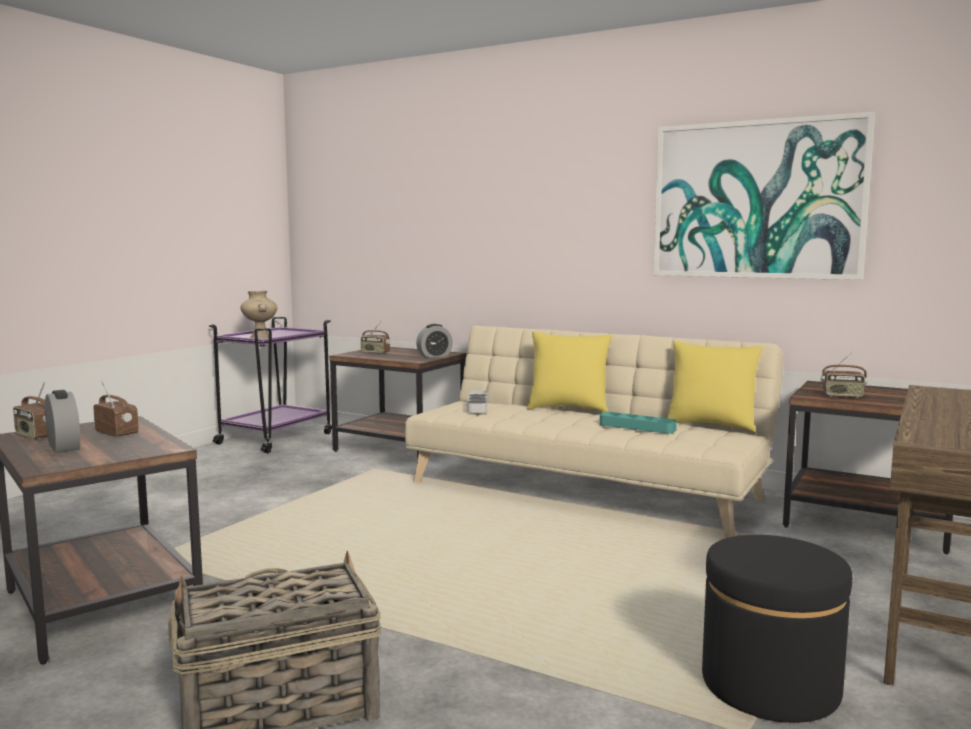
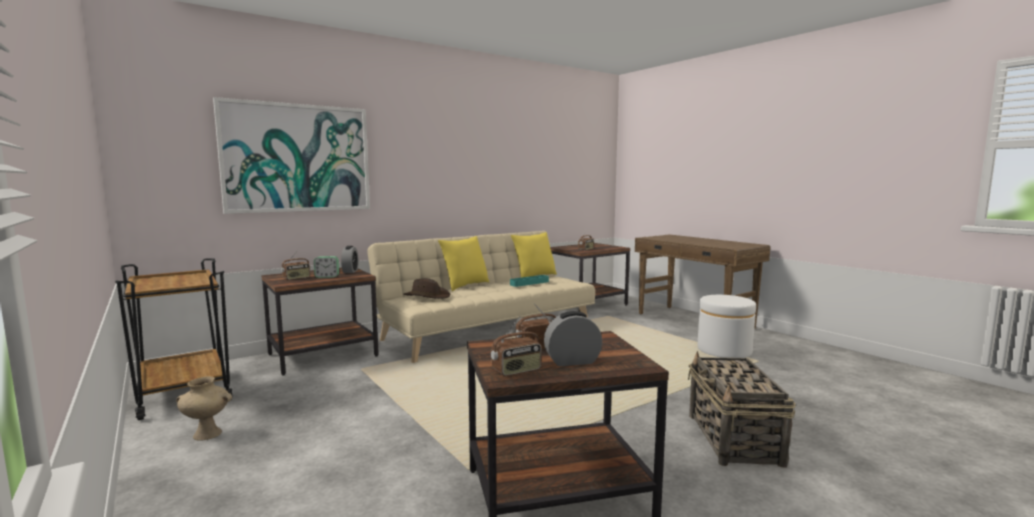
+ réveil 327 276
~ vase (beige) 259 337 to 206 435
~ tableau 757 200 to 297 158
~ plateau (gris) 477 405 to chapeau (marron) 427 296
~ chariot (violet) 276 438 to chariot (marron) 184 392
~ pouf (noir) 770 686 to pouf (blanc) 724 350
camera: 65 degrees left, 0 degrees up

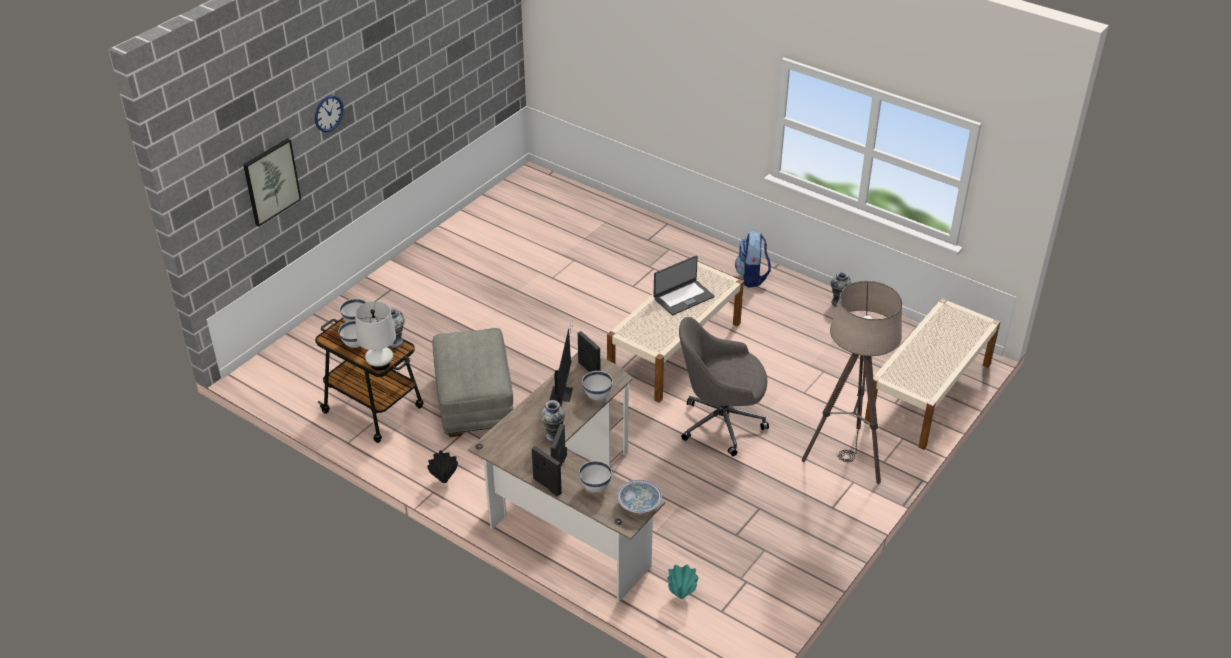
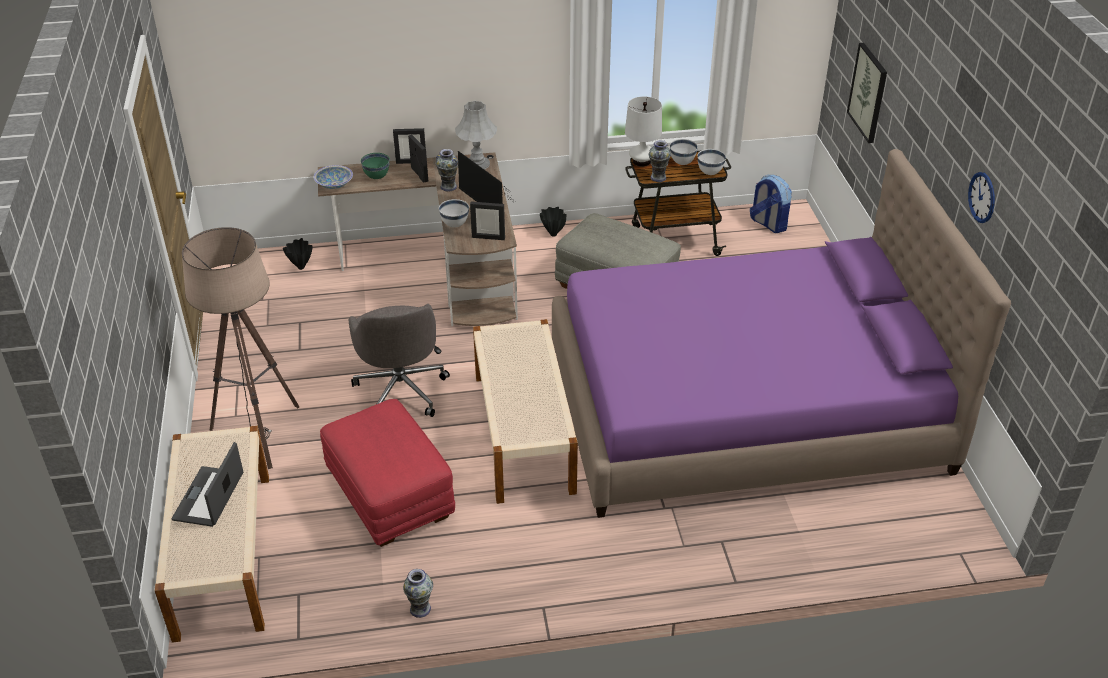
+ pouf (rouge) 391 495
+ lampe de table (gris) 477 164
+ lit (violet) 745 408
~ horloge murale 328 113 to 982 197
~ ordinateur portable 683 297 to 210 497
~ sac à dos 752 277 to 768 224
~ bol (blanc) 595 488 to bol (vert) 376 177
~ vase (turquoise) 682 595 to vase (noir) 301 268
~ chaise de bureau (gris) 720 424 = 401 392 120 degrees clockwise
camera: 135 degrees right, 0 degrees up

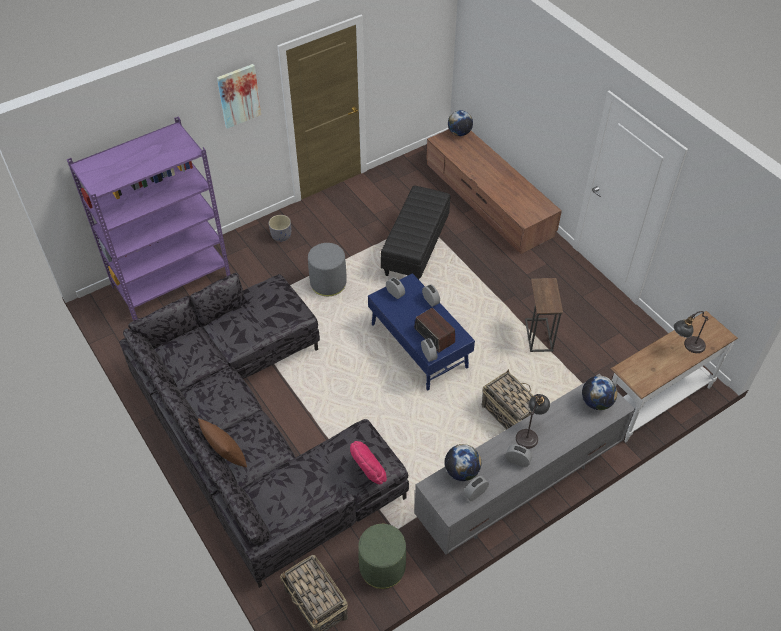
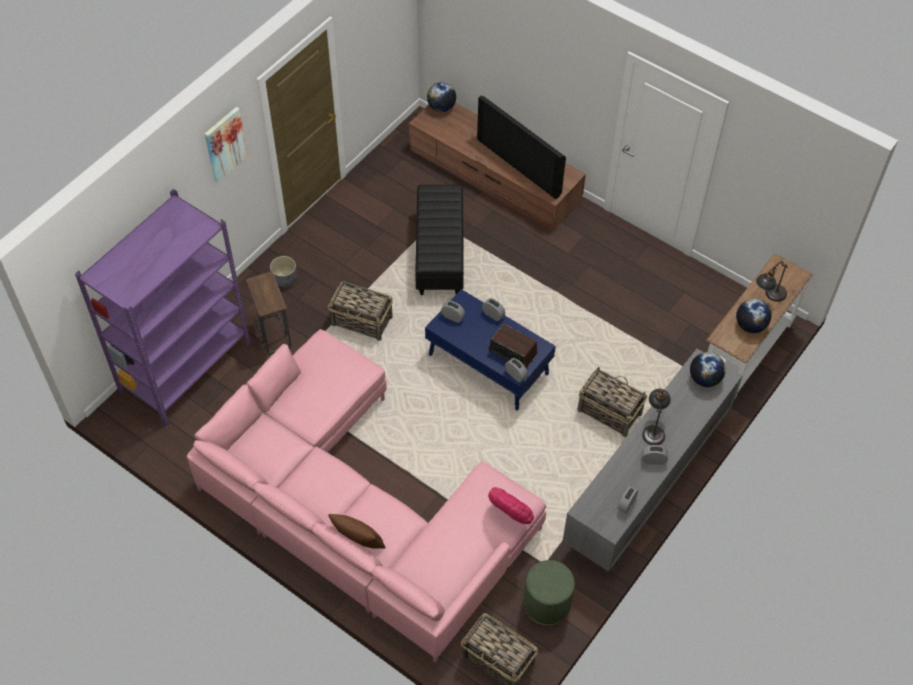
+ téléviseur 521 165
~ globe 461 471 to 750 325
~ table d'appoint (marron) 539 335 to 273 333
~ pouf (gris) 328 283 to panier 362 321
~ canapé (noir) 255 434 to canapé (rose) 359 511
camera: 20 degrees left, 5 degrees up

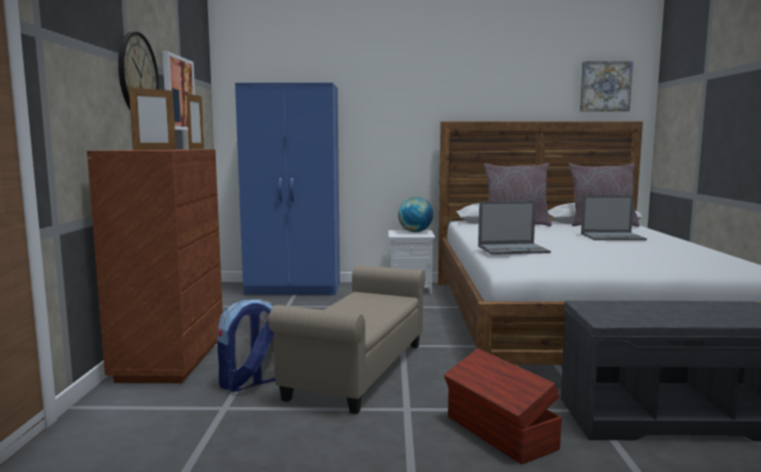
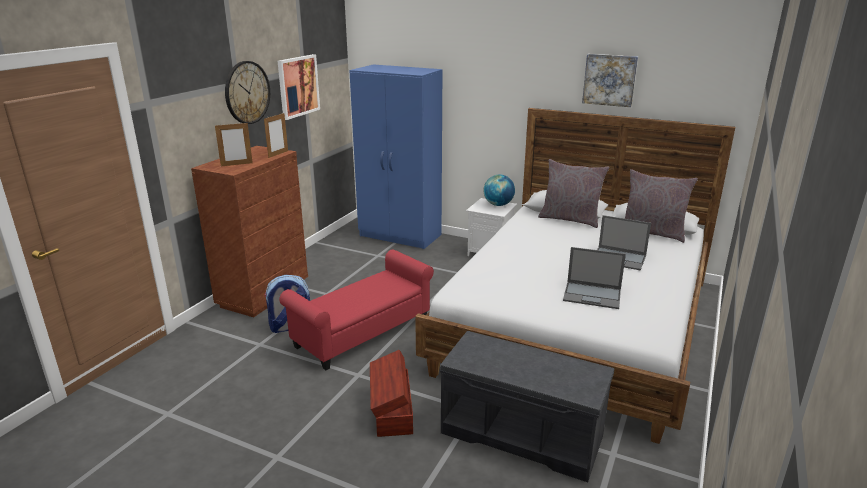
~ ordinateur portable 513 249 to 593 295
~ tableau 605 86 to 609 80
~ pouf (beige) 358 370 to pouf (rouge) 362 333
camera: 25 degrees right, 15 degrees up

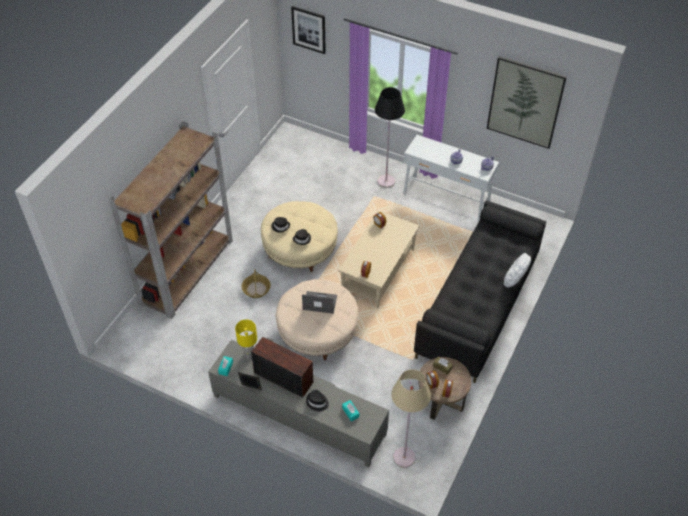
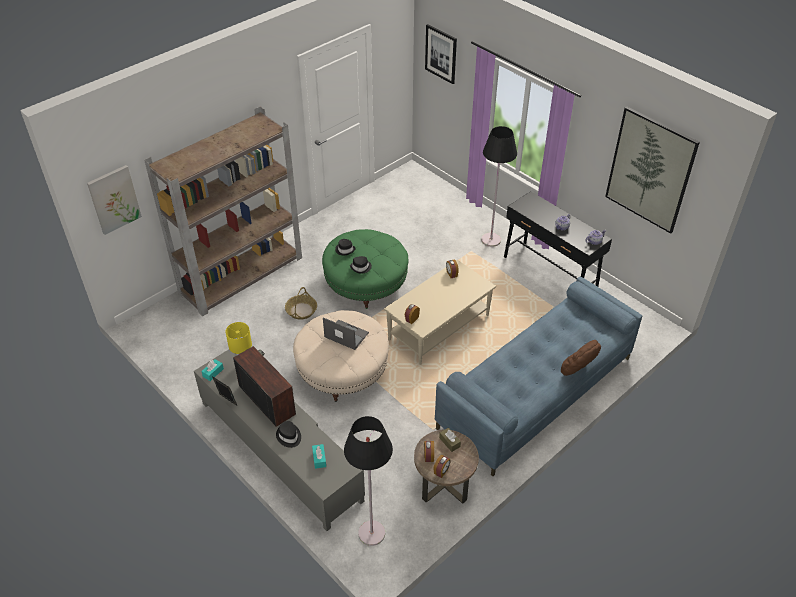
+ tableau 114 199
~ pouf (beige) 300 250 to pouf (vert) 366 284
~ lampadaire (beige) 404 457 to lampadaire (noir) 371 533
~ table console (blanc) 446 199 to table console (noir) 549 273
~ canapé (noir) 478 305 to canapé (bleu) 535 393
~ coussin (blanc) 515 281 to coussin (marron) 578 371
camera: 20 degrees right, 5 degrees down

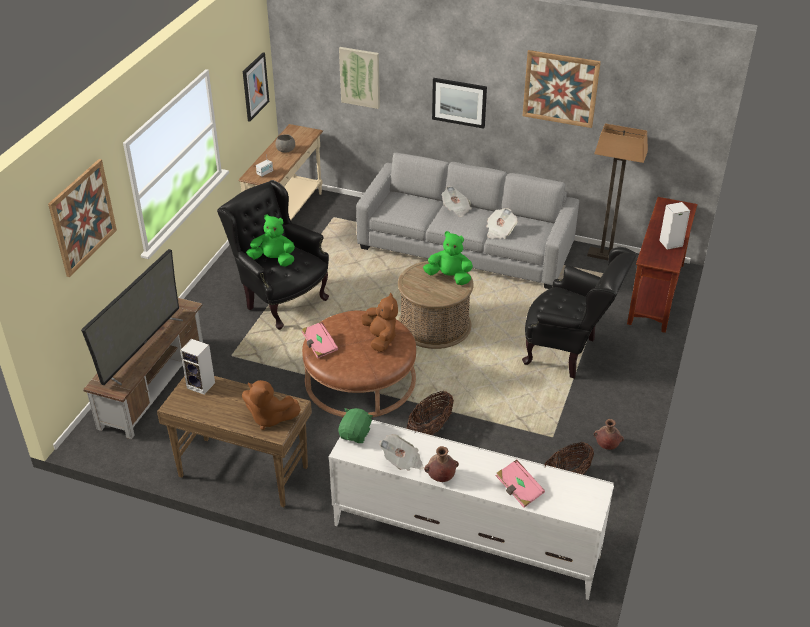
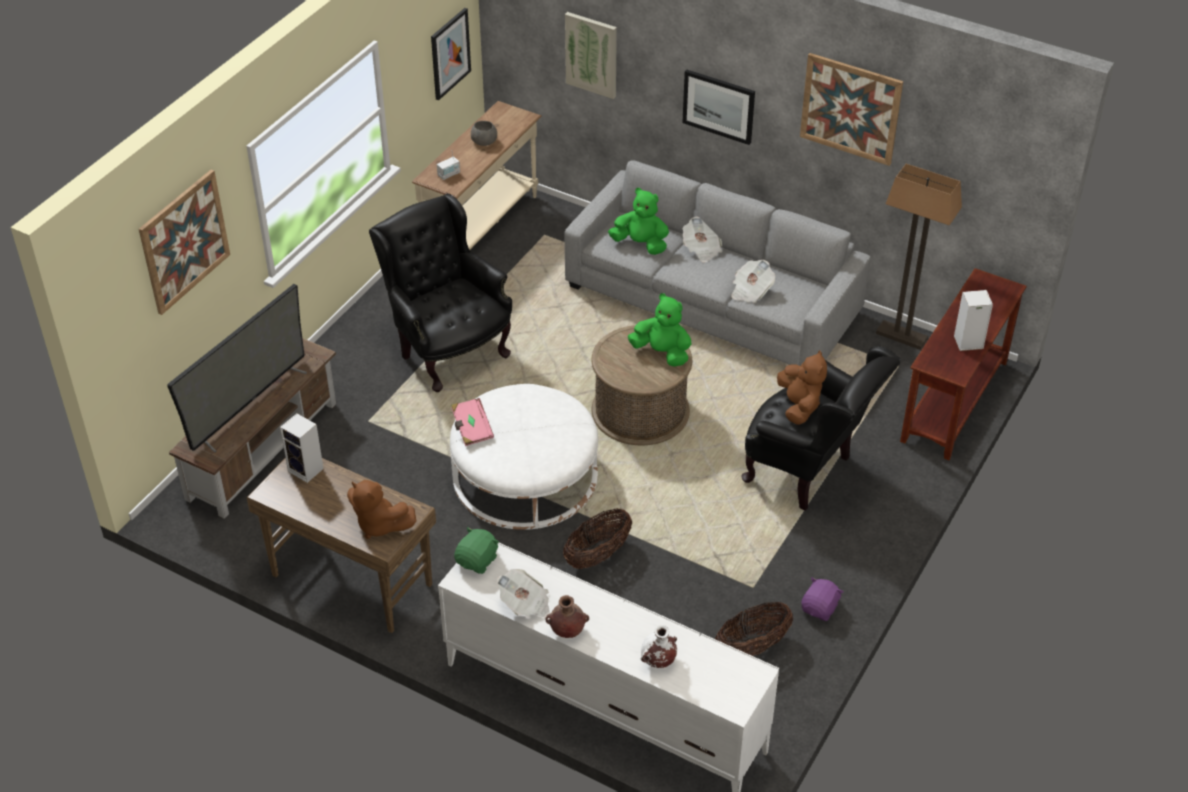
~ peluche (vert) 273 260 to 640 244
~ peluche (marron) 380 338 to 799 406
~ livre (rose) 519 490 to vase (blanc) 658 661
~ vase (marron) 606 445 to peluche (violet) 820 608
~ pouf (marron) 360 379 to pouf (blanc) 525 475
camera: 10 degrees right, 5 degrees up

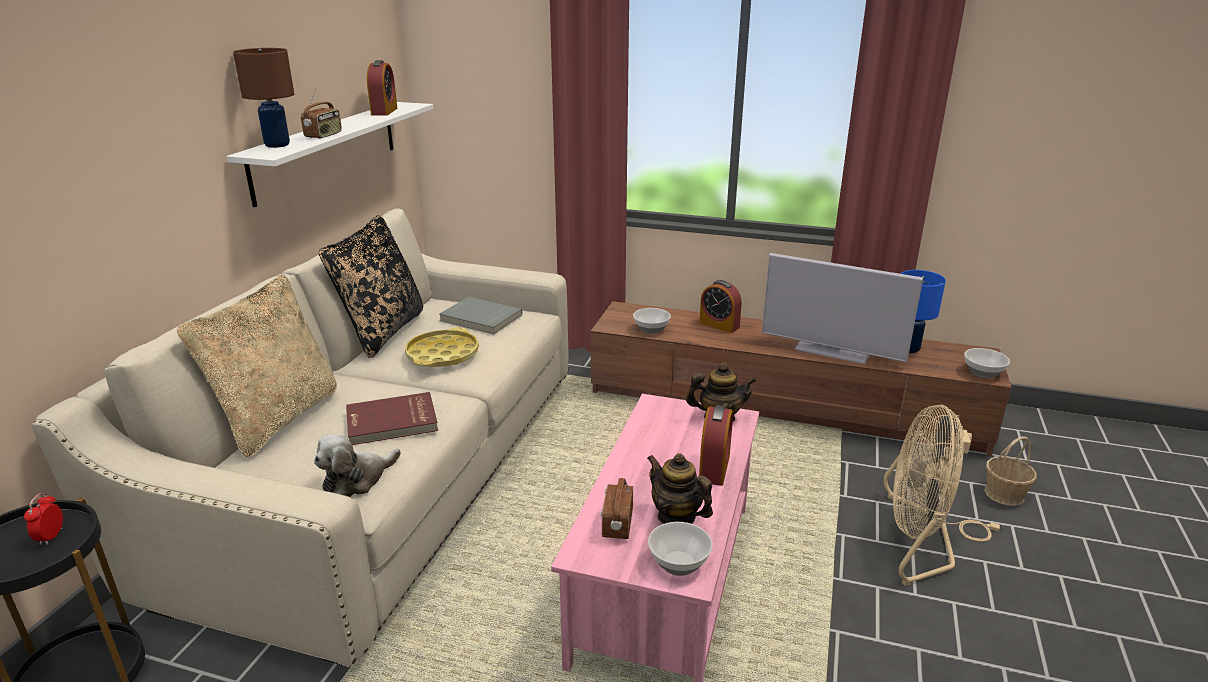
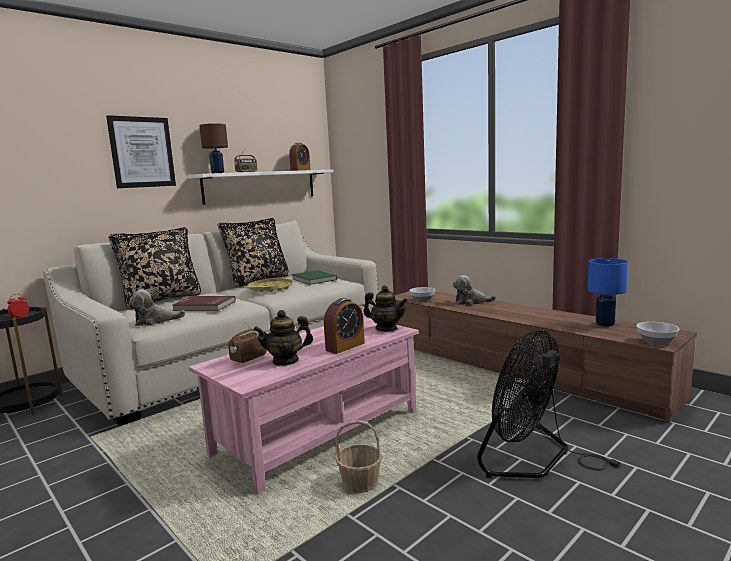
- bol 680 563
- téléviseur 832 351
+ tableau 142 152
~ panier 1004 494 to 360 483
~ réveil 719 325 to peluche 471 302
~ coussin (beige) 280 420 to coussin (noir) 163 301
~ livre (gris) 480 318 to livre (vert) 313 279
~ ventilateur (beige) 925 538 to ventilateur (noir) 539 456
~ théière 676 517 = 285 361 90 degrees counterclockwise
camera: 30 degrees right, 15 degrees down

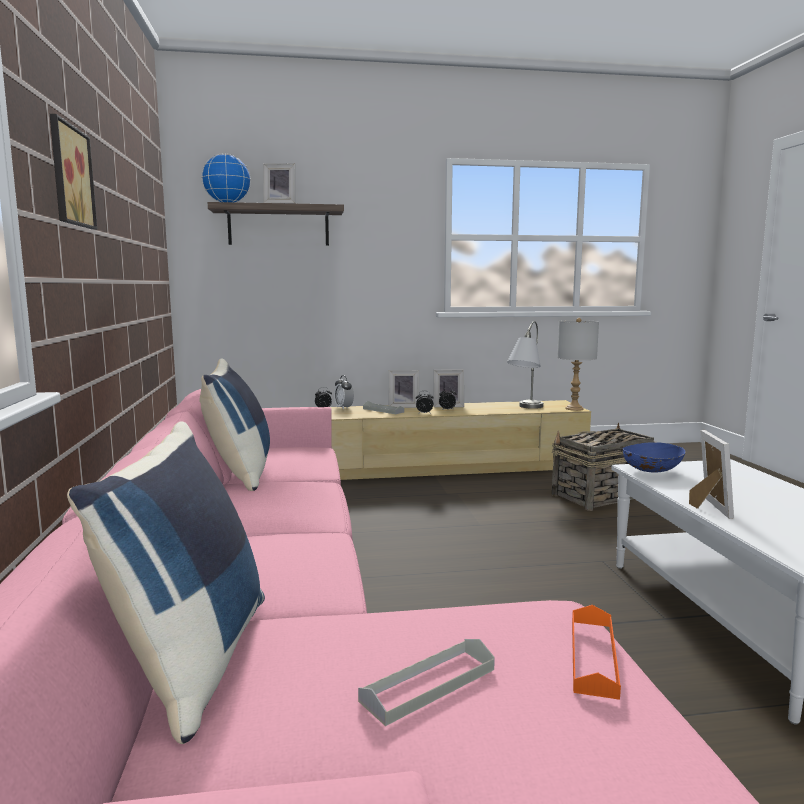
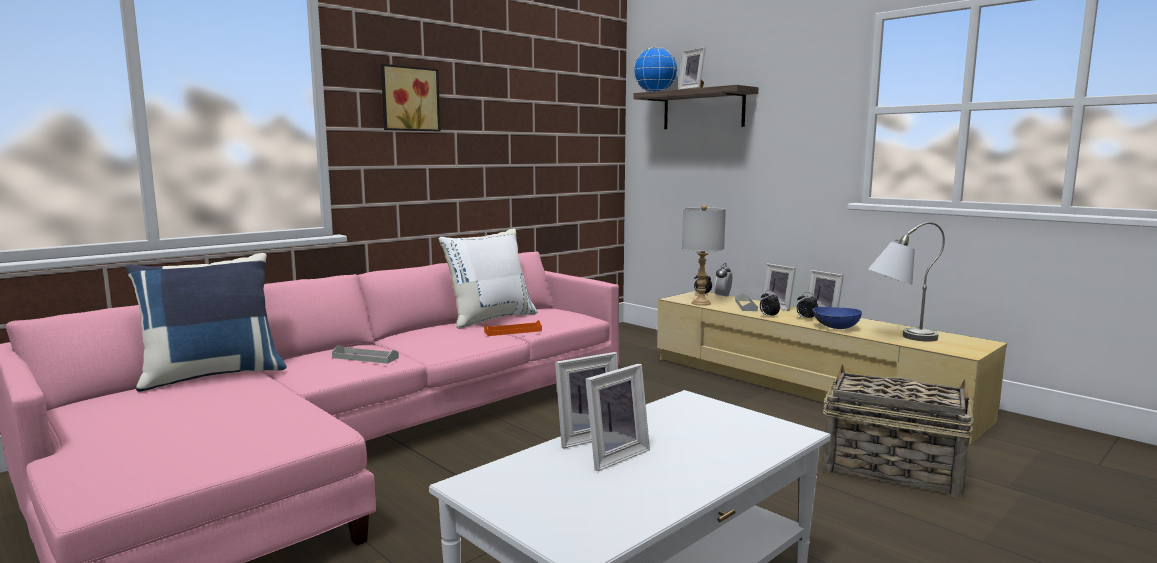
+ cadre photo 613 455
~ plateau (gris) 429 685 to 365 358
~ lampe de table (gris) 574 408 to 700 303
~ plateau (orange) 593 656 to 513 331
~ bol (bleu) 652 471 to 835 328
~ coussin (bleu) 239 473 to coussin (blanc) 490 319
camera: 55 degrees right, 0 degrees up

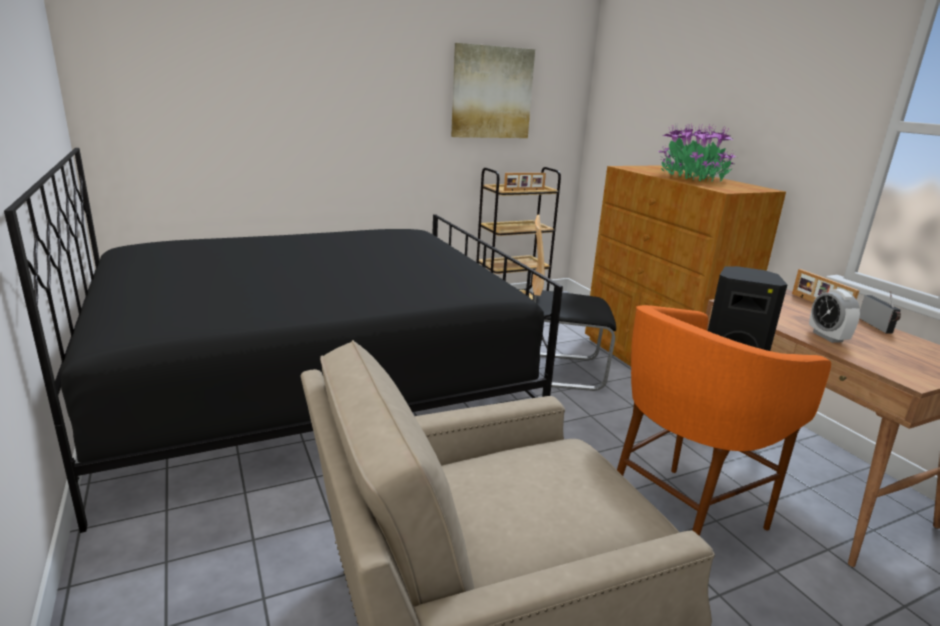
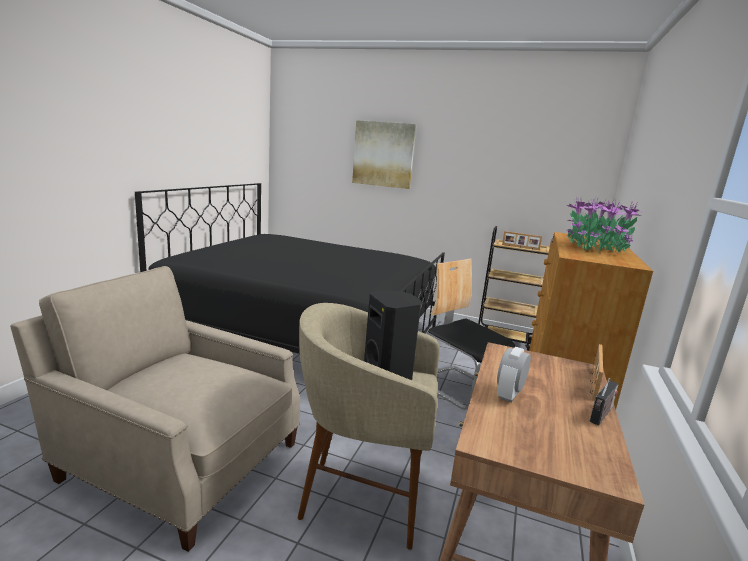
~ tableau 491 92 to 383 154
~ tabouret (orange) 681 520 to tabouret (beige) 361 498
camera: 45 degrees right, 5 degrees down

